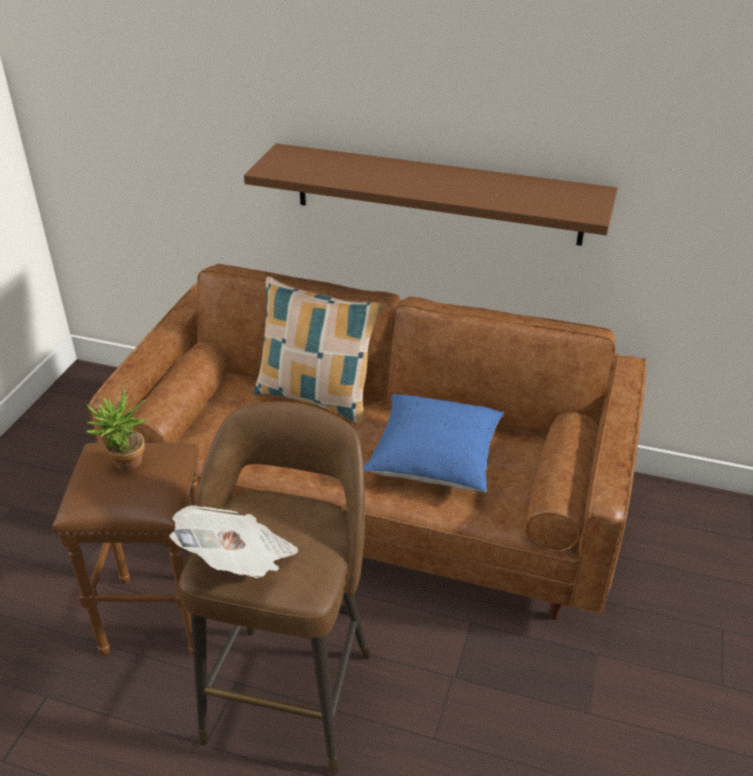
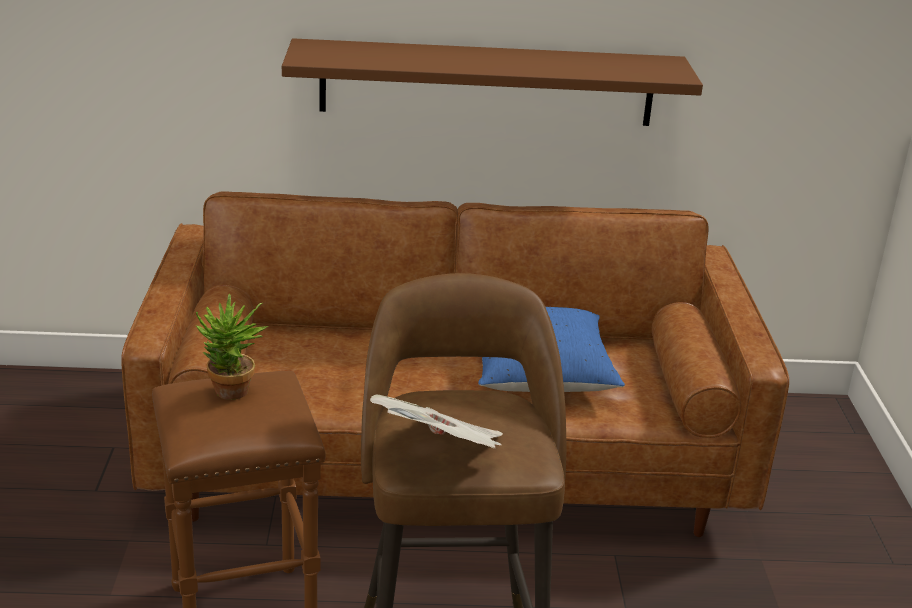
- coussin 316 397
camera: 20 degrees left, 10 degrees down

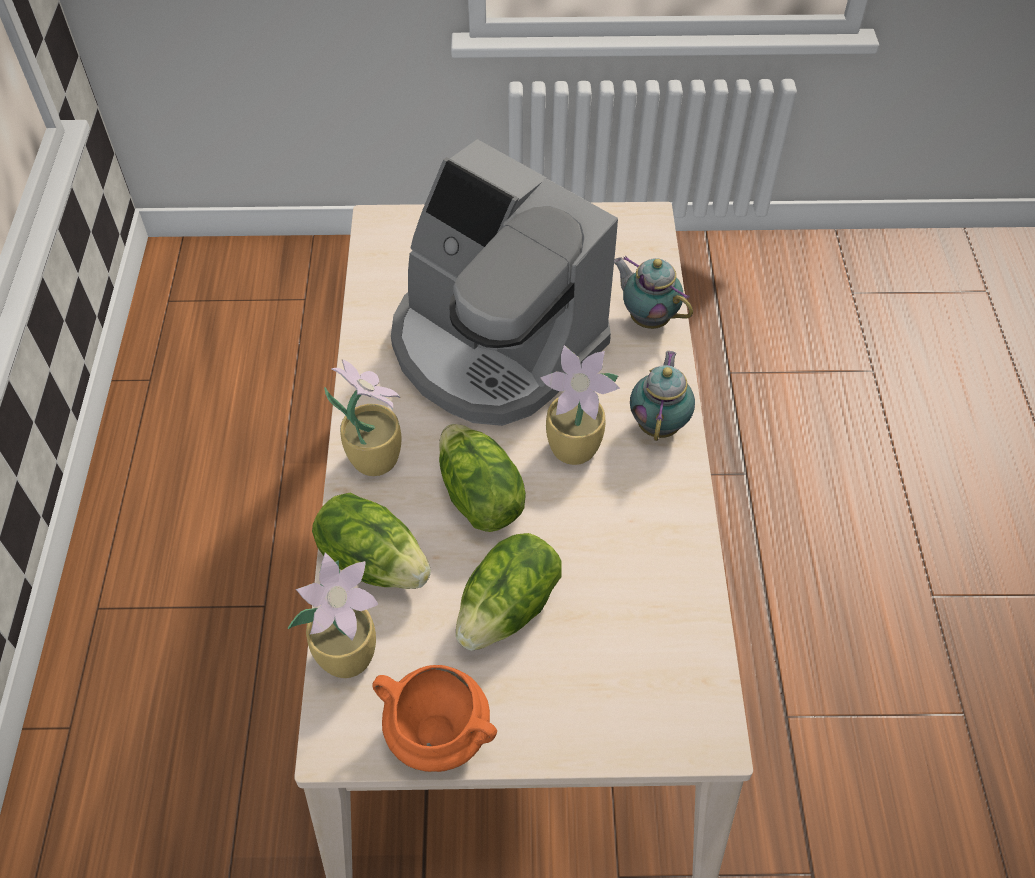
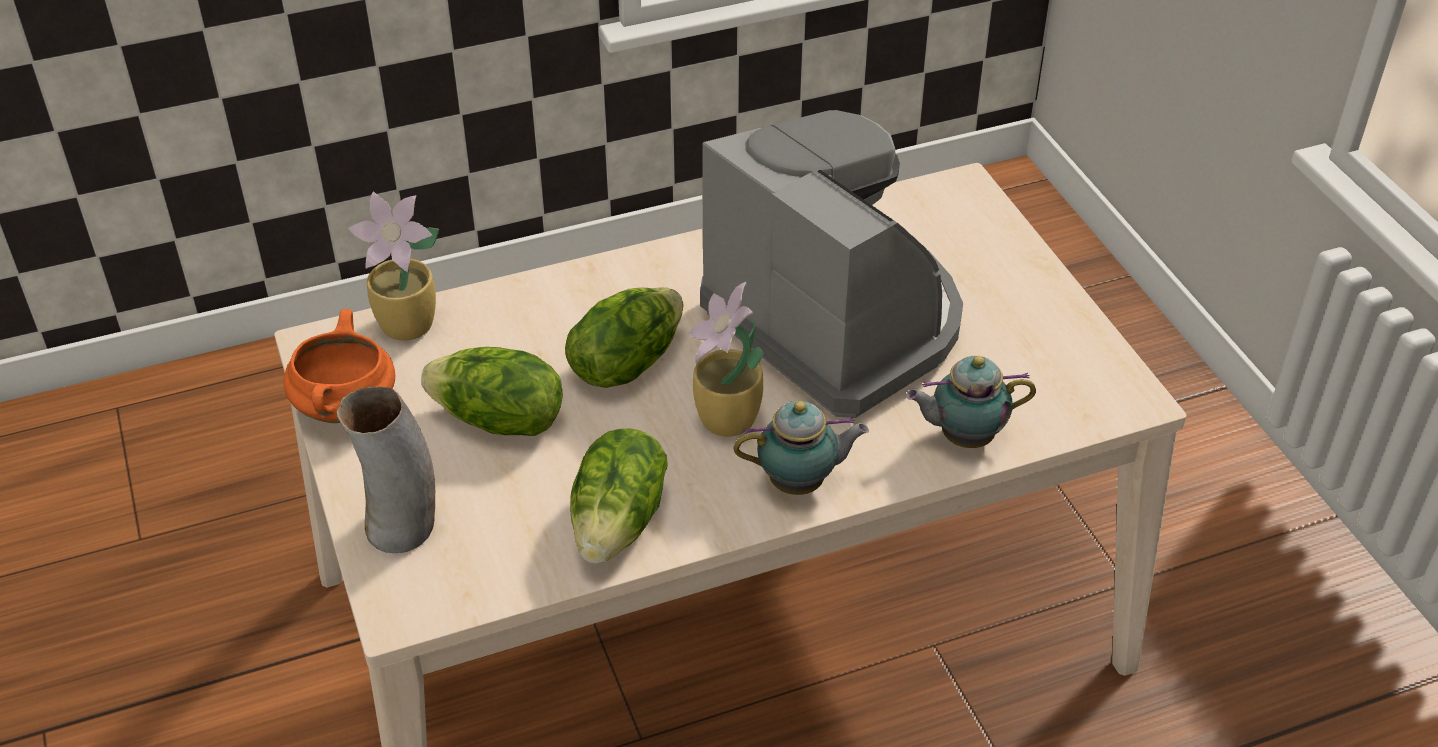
- plante en pot 374 456
+ vase 402 525
~ laitue 374 560 to 620 522
~ machine à café 493 346 = 838 320 120 degrees clockwise
~ théière 647 318 = 963 437 120 degrees counterclockwise
camera: 70 degrees right, 10 degrees down

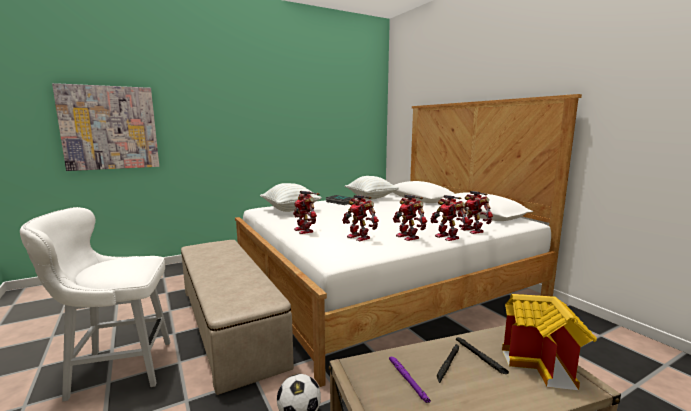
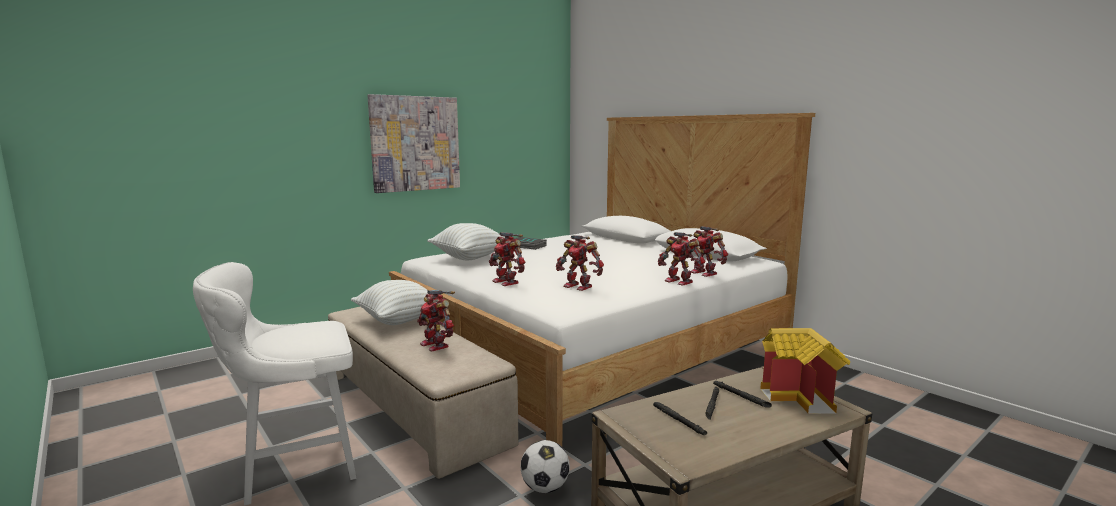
~ tableau 110 128 to 415 143
~ coussin (blanc) 371 198 to 399 320
~ robot jouet 408 237 to 436 345
~ lampe de poche (violet) 407 381 to lampe de poche (noir) 678 421
camera: 10 degrees left, 0 degrees up

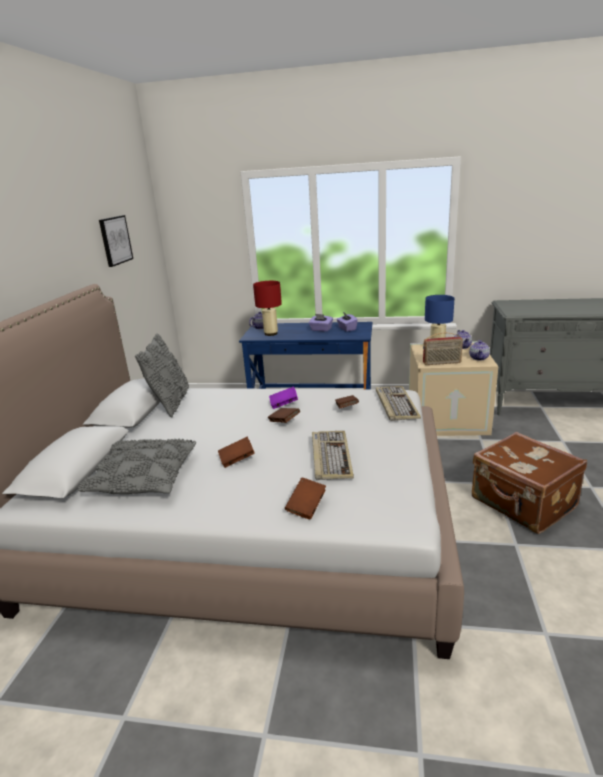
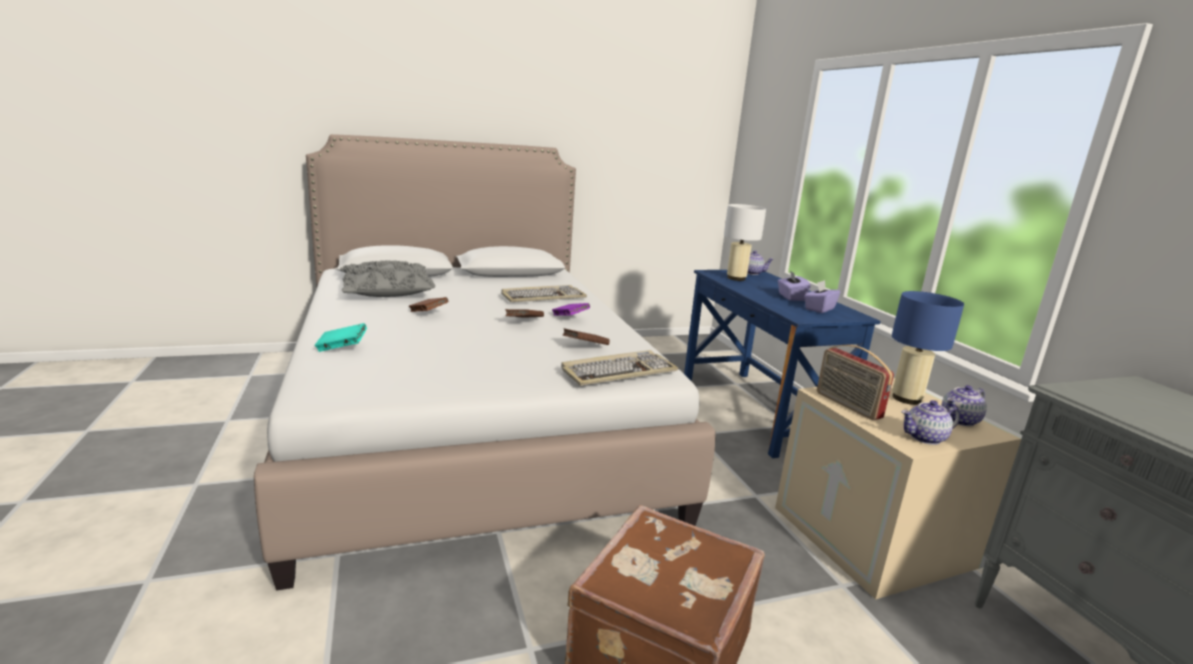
- tableau 115 240
- coussin (gris) 170 403
~ clavier 330 456 to 543 297
~ lampe de table (rouge) 271 334 to lampe de table (blanc) 735 278
~ livre (marron) 306 507 to livre (turquoise) 342 348
camera: 60 degrees right, 5 degrees down

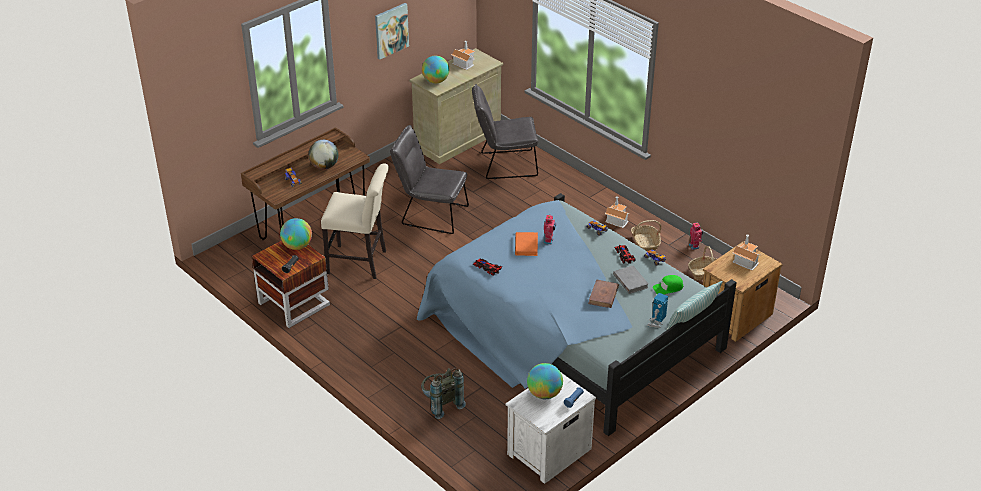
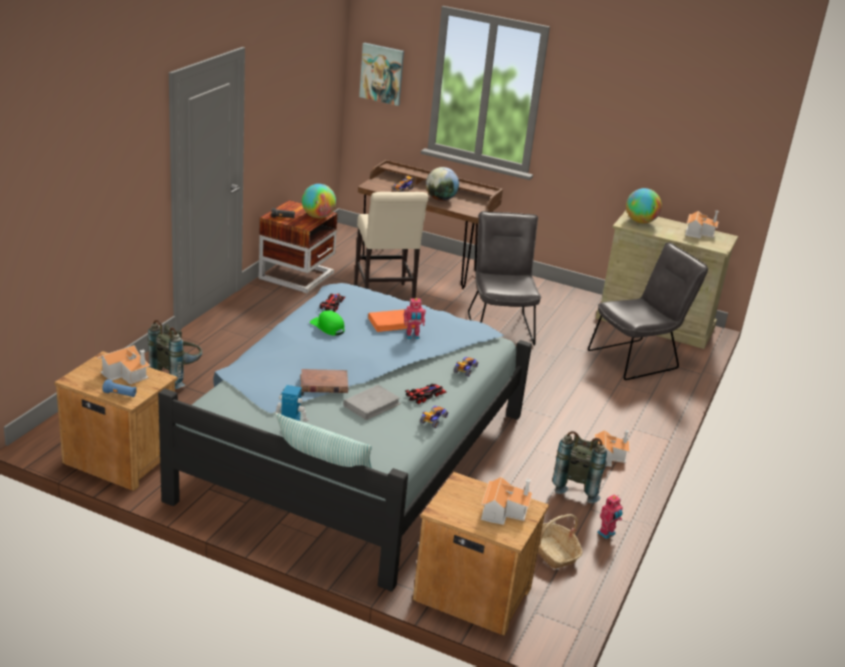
~ tableau 391 30 to 382 73
~ casquette (vert) 668 288 to 327 327
~ globe 544 394 to maison miniature 126 373
~ panier 645 242 to sac à dos (gris) 577 486
~ table de chevet (blanc) 548 452 to table de chevet (marron) 119 458
~ chaise (gris) 504 164 = 637 359 90 degrees clockwise
camera: 65 degrees right, 10 degrees down

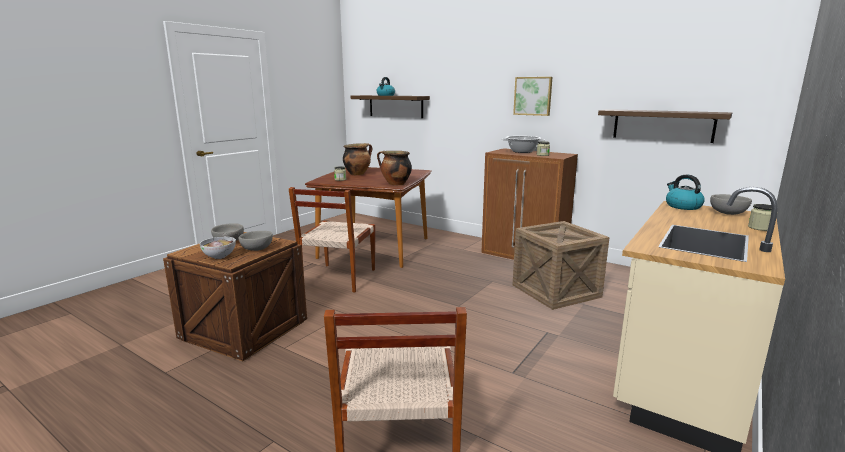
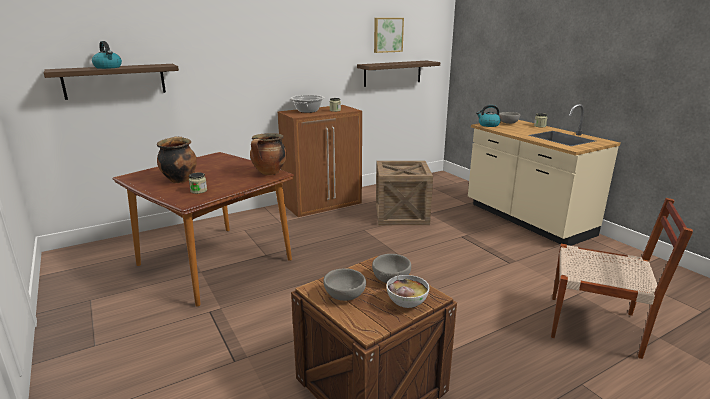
- chaise 338 279
~ tableau 533 96 to 387 35
camera: 65 degrees left, 5 degrees up

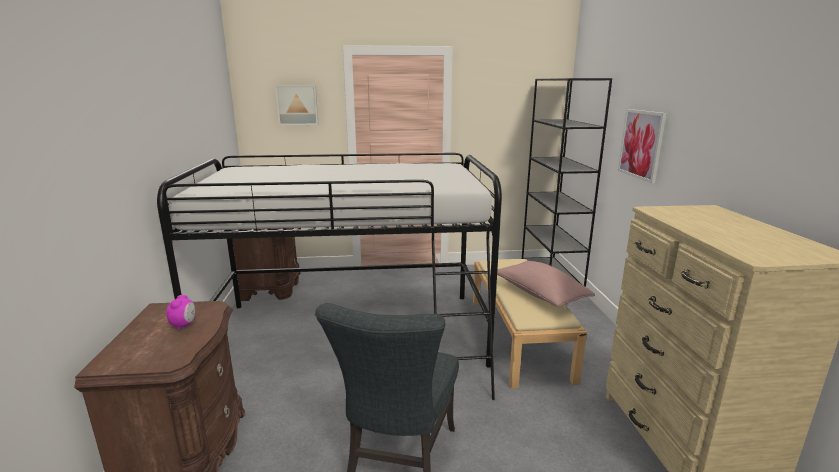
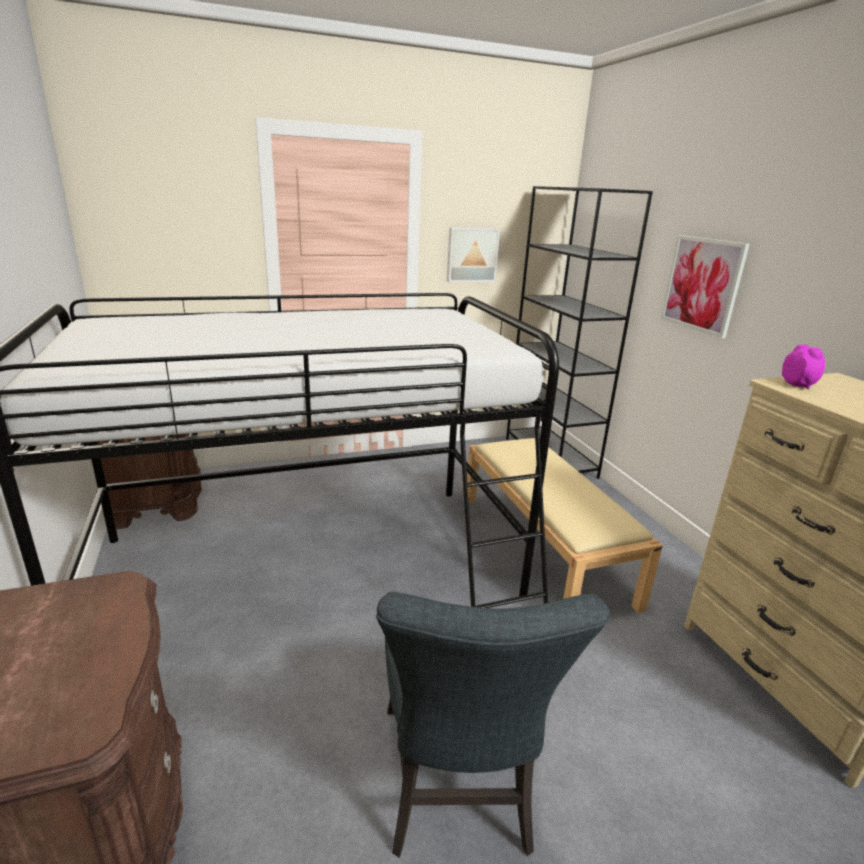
- coussin (rose) 539 295
~ réveil 184 325 to 798 385
~ tableau 297 105 to 471 255
camera: 15 degrees left, 5 degrees up

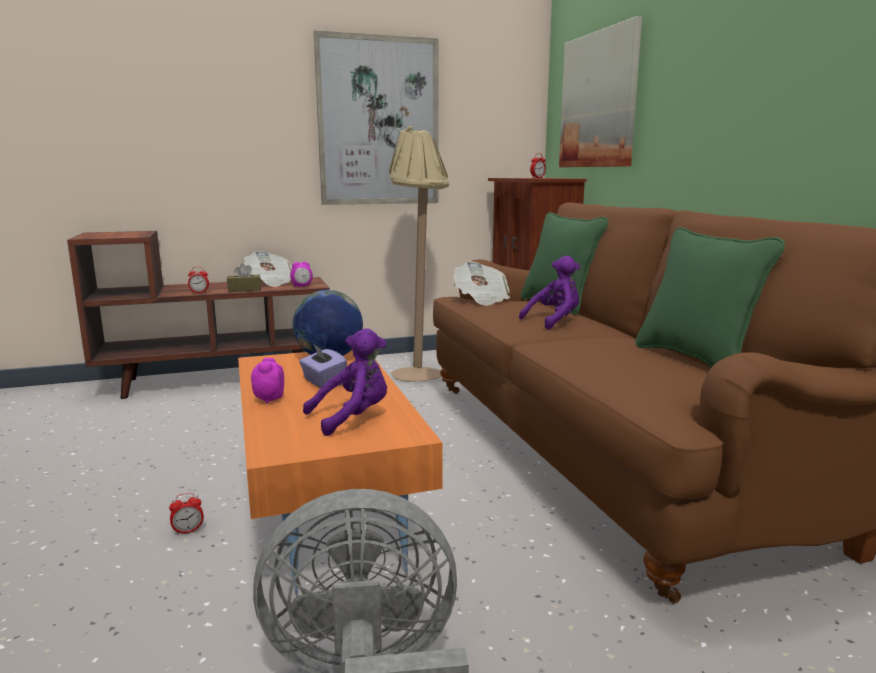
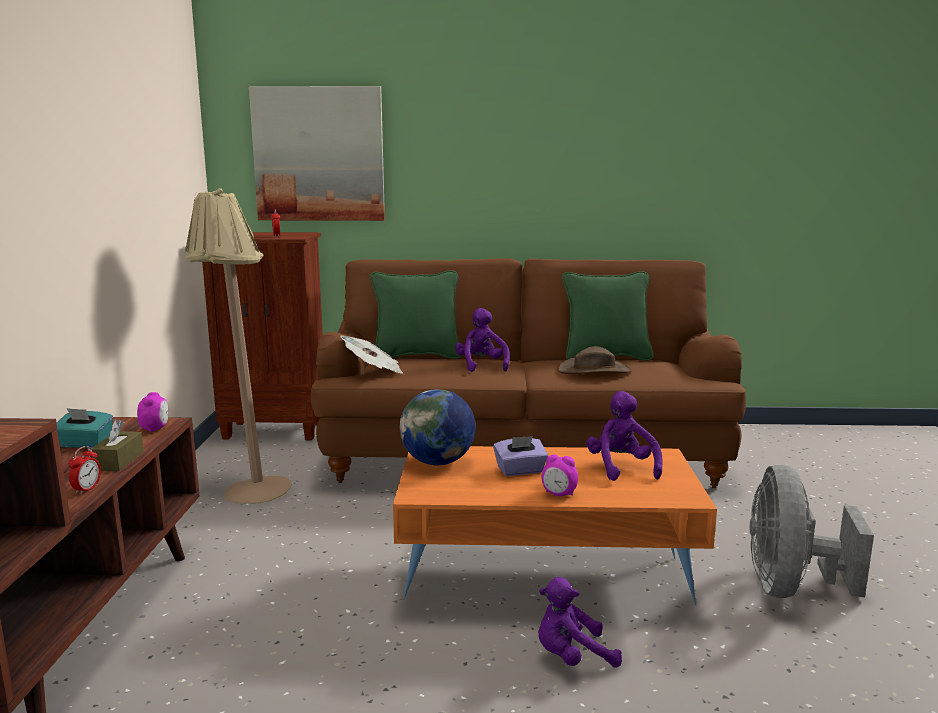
- tableau 378 122
+ chapeau (marron) 594 370
~ réveil 188 531 to peluche (violet) 572 657
~ journal 270 282 to boîte à mouchoirs (turquoise) 84 444
camera: 70 degrees left, 0 degrees up

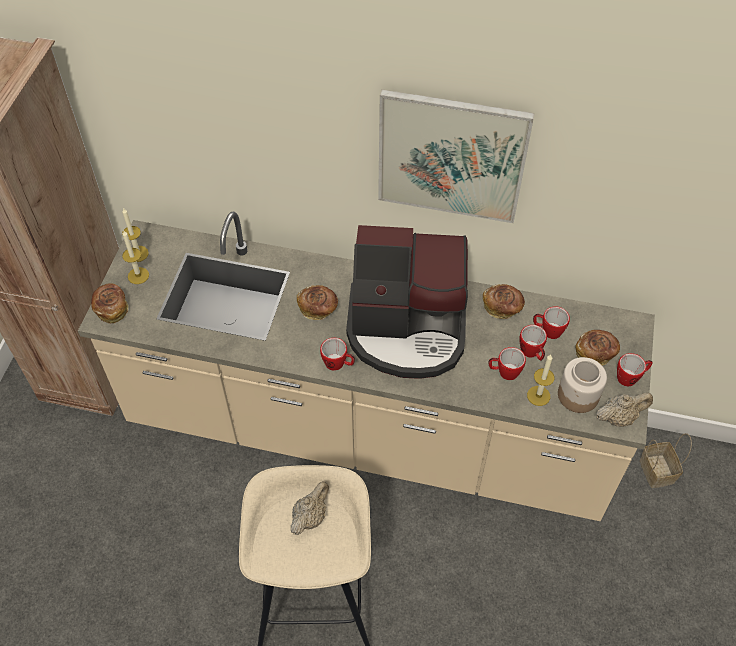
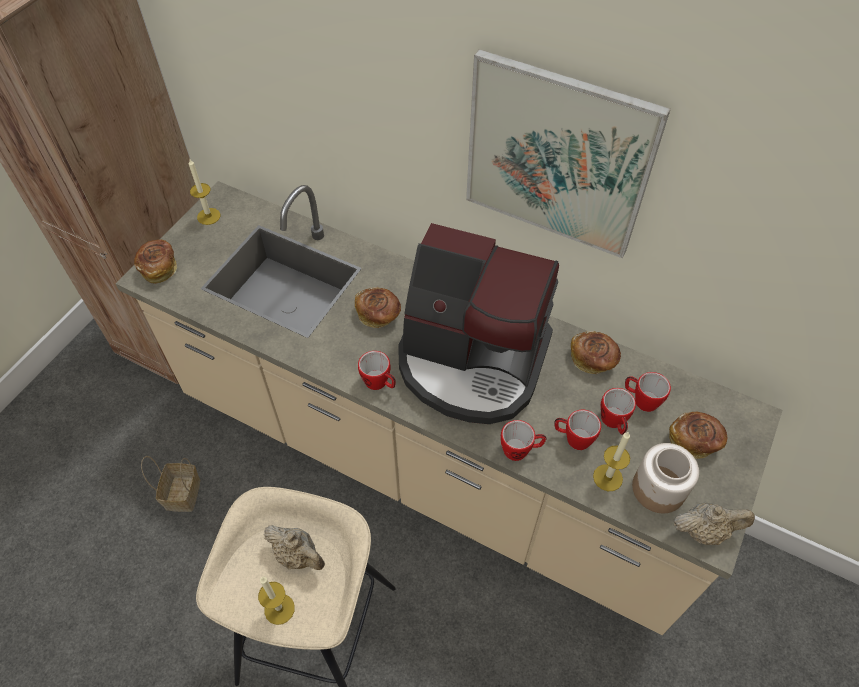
~ bougie 138 275 to 279 609
~ mug 630 377 to 520 450
~ panier 655 470 to 182 492
~ théière (beige) 310 516 = 298 555 75 degrees clockwise
camera: 15 degrees right, 0 degrees up

